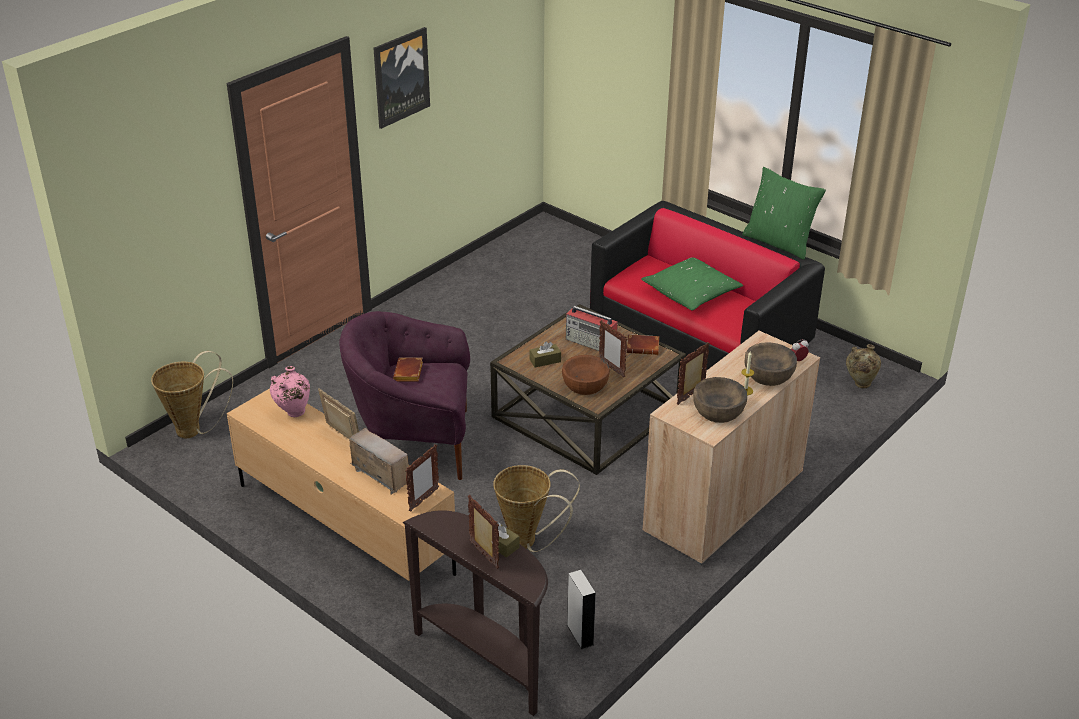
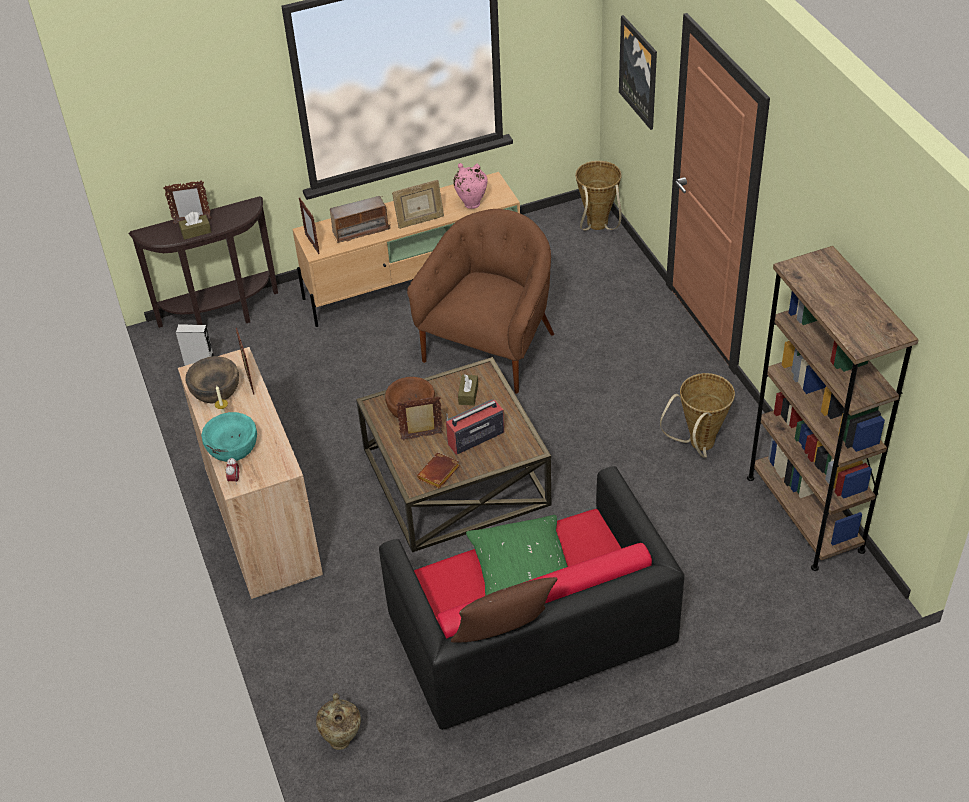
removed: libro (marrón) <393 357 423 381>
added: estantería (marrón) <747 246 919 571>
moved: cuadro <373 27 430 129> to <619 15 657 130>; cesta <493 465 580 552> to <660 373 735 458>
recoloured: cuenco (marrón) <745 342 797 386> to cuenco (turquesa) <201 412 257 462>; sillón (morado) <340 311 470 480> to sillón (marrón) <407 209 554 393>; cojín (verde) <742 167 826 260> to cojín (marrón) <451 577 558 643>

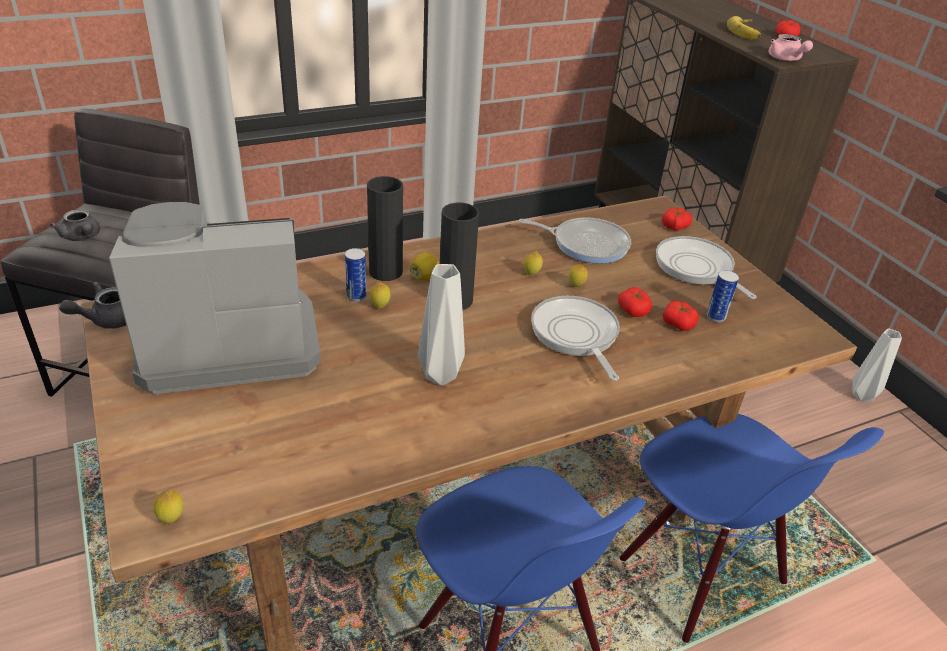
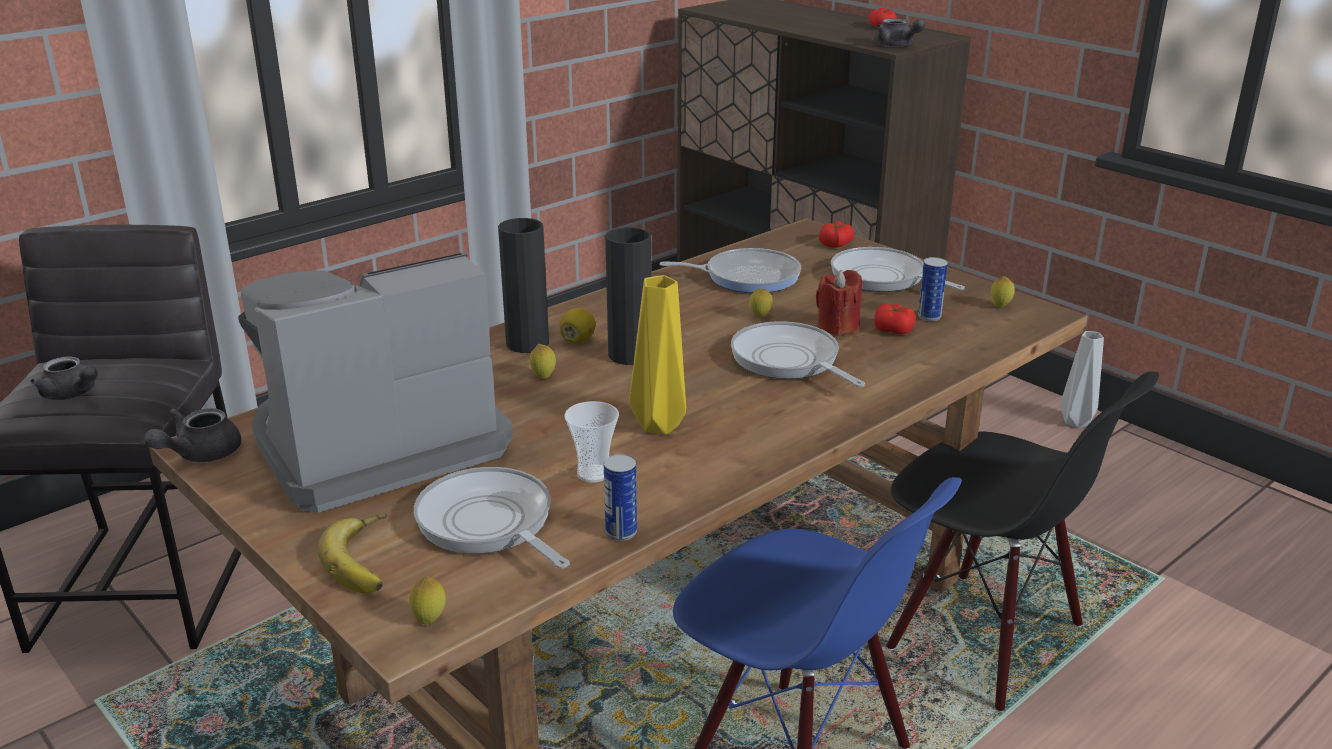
added: sartén <414 467 570 569>; taza <564 401 619 483>
moved: plátano <727 16 761 40> to <318 514 387 594>; lata <345 248 367 302> to <604 454 637 541>; limón <524 251 543 275> to <991 276 1015 307>
replaced: tomate <618 287 652 317> to vela (rojo) <816 270 862 336>
recoloured: florero (gris) <418 264 465 385> to florero (amarillo) <629 275 686 435>; tetera (rosa) <768 34 813 61> to tetera (gris) <874 19 926 47>; silla (azul) <619 414 884 643> to silla (negro) <886 372 1159 712>

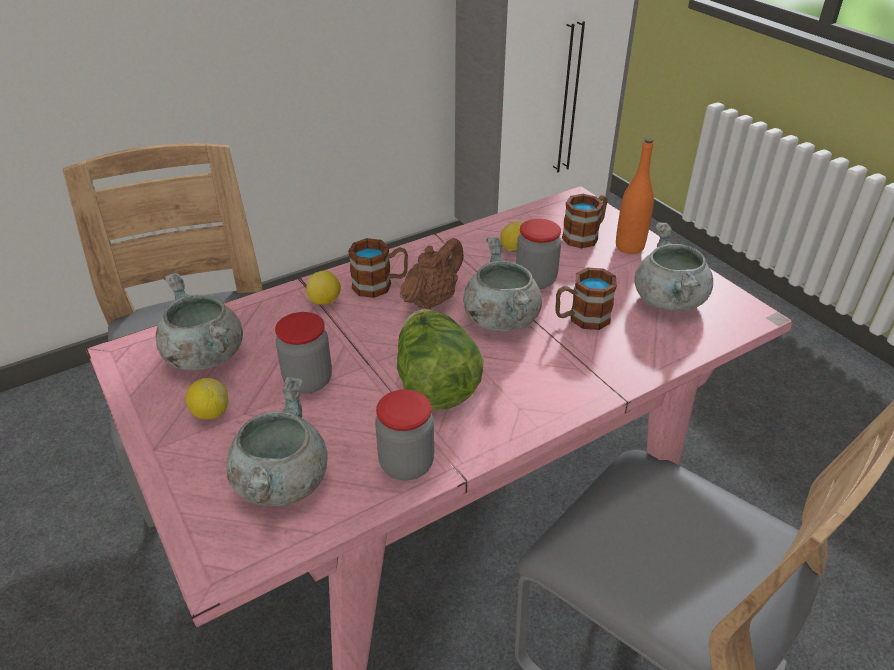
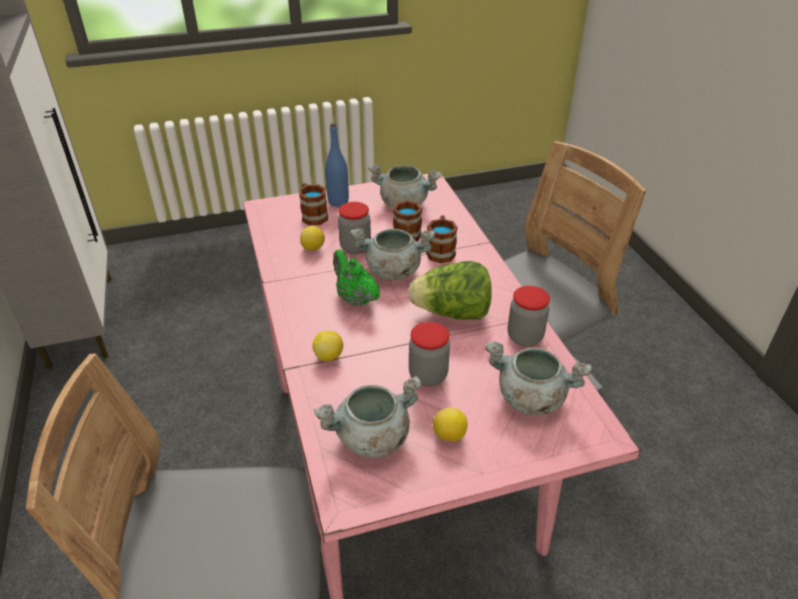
moved: taza grande <348 238 408 298> to <426 215 458 263>
recoloured: botella (naranja) <616 138 654 254> to botella (azul) <325 123 349 207>; tetera (marrón) <400 238 464 309> to tetera (verde) <333 249 380 306>

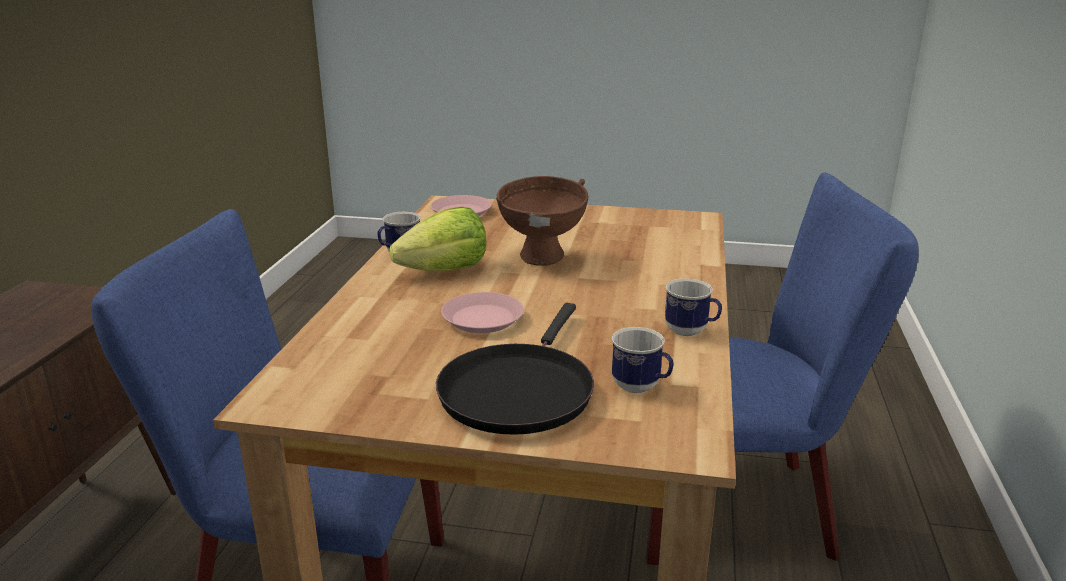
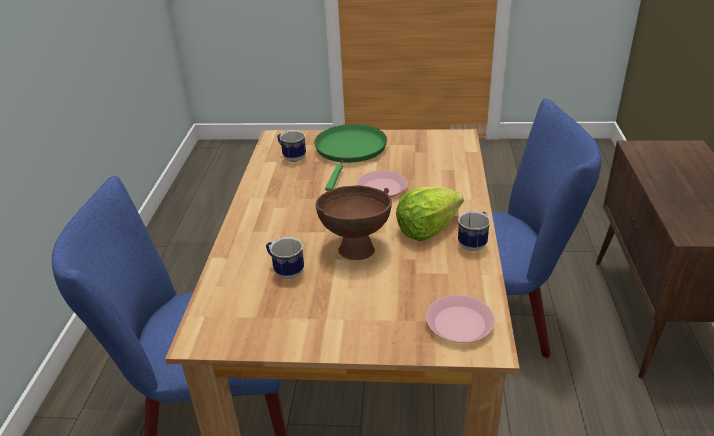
moved: taza grande <665 278 722 336> to <266 237 304 279>
recoloured: sartén (negro) <436 303 594 435> to sartén (verde) <314 124 387 191>

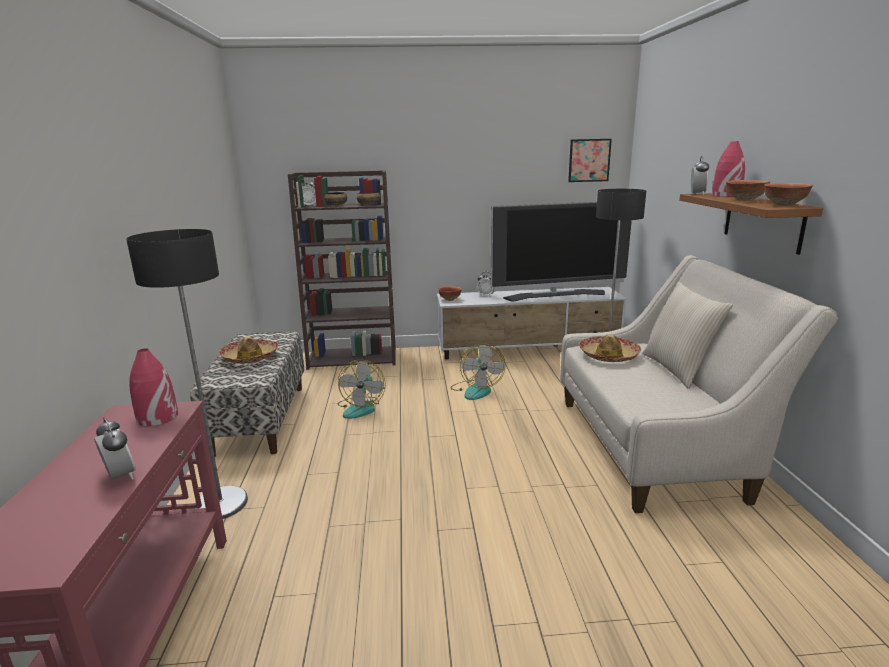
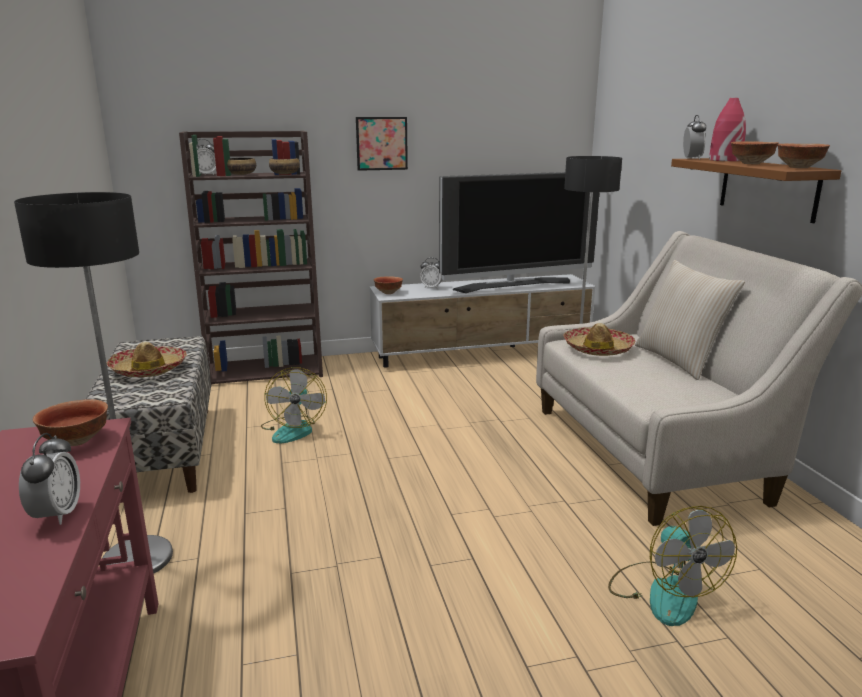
moved: cuadro <568 139 612 182> to <356 117 408 171>; ventilador <450 344 505 400> to <608 506 737 626>
replaced: florero (rojo) <129 349 178 426> to cuenco <33 399 108 446>
turned: despertador <94 417 136 480> = <19 433 80 525> 45 degrees clockwise

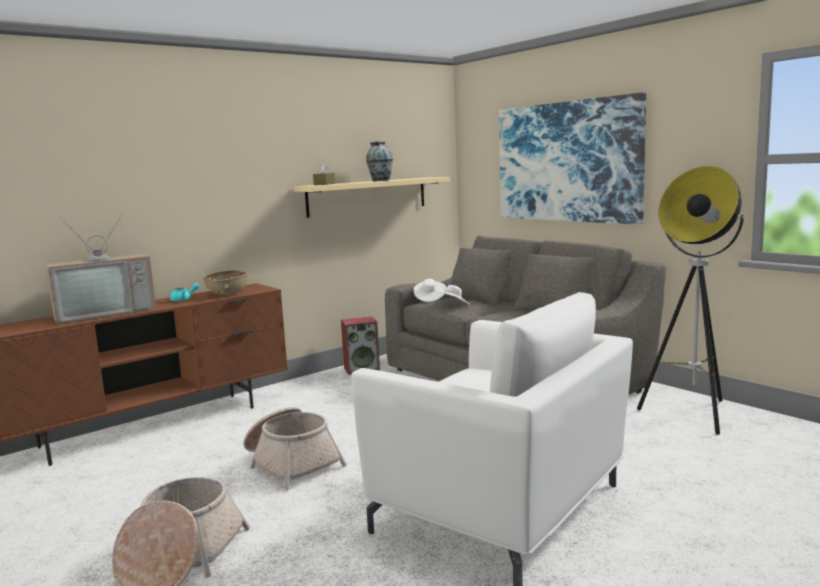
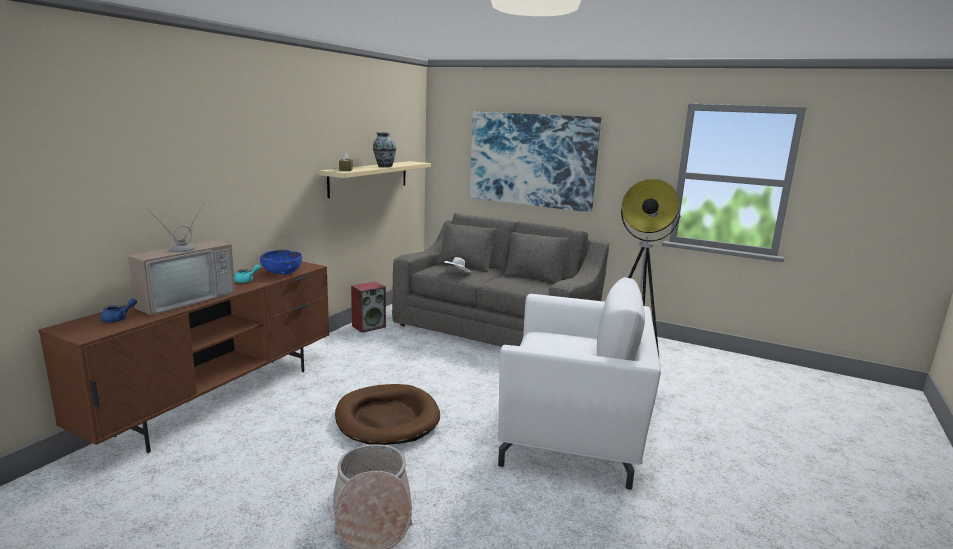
removed: sombrero (blanco) <413 279 446 302>
added: tetera (azul) <100 298 137 322>
replaced: cesta <243 407 347 490> to cama para perro (marrón) <335 384 440 445>
recoloured: cuenco (marrón) <203 270 248 295> to cuenco (azul) <260 250 302 275>

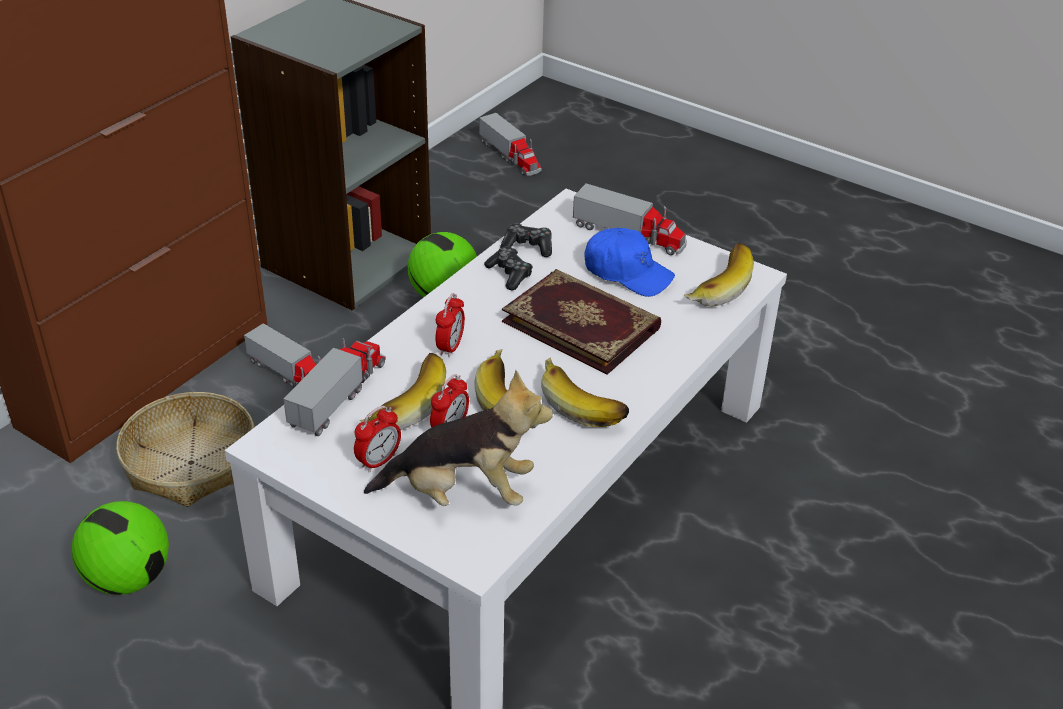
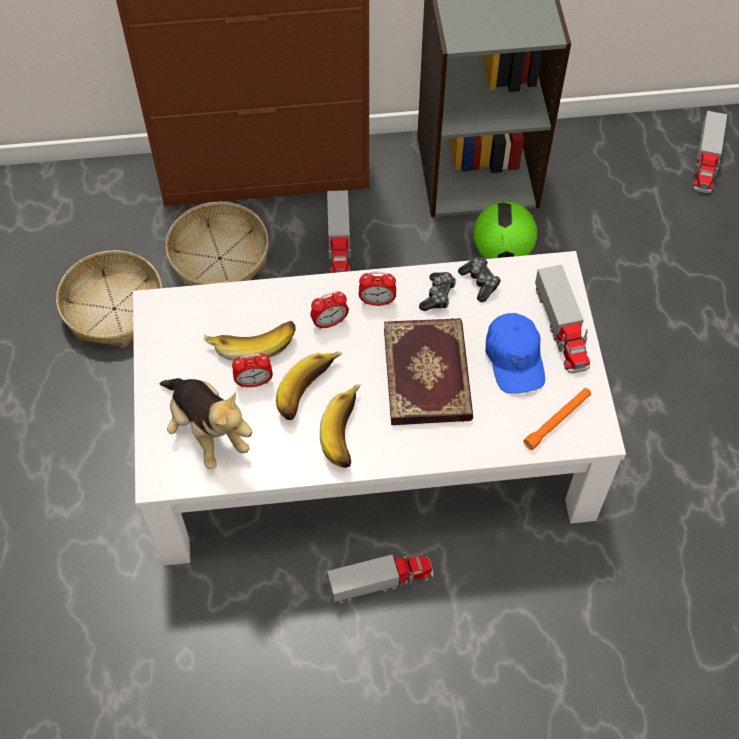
moved: camión de juguete <284 338 386 436> to <327 551 433 603>; despertador <354 406 401 473> to <359 272 396 306>
replaced: balón de fútbol <72 501 169 595> to cesta <56 250 162 347>; plátano <684 243 754 307> to linterna (naranja) <523 388 591 450>

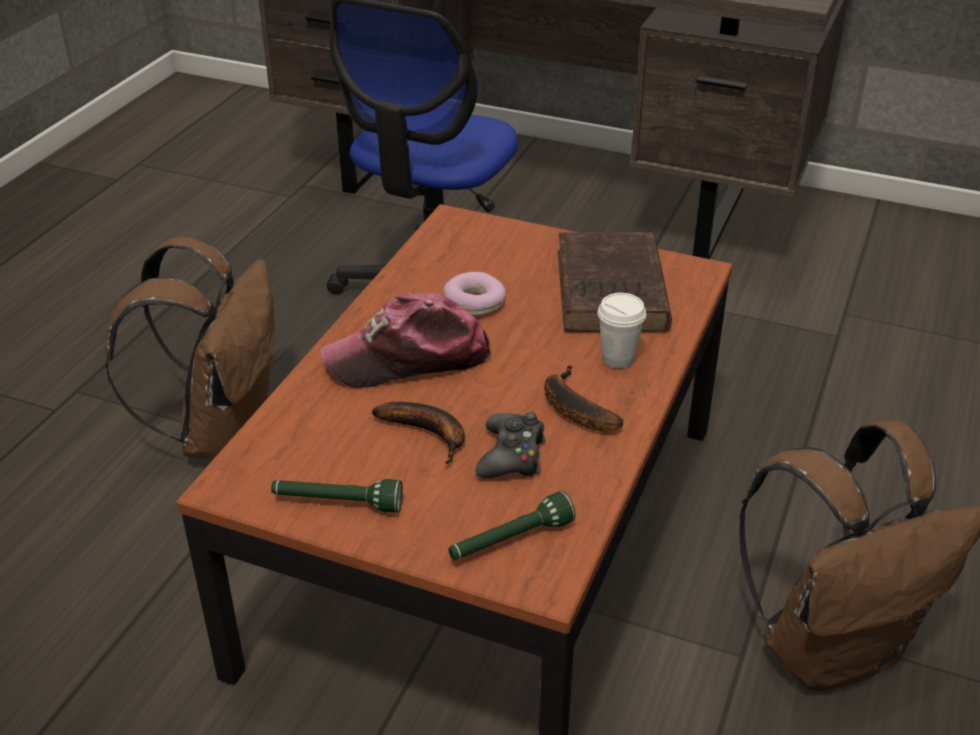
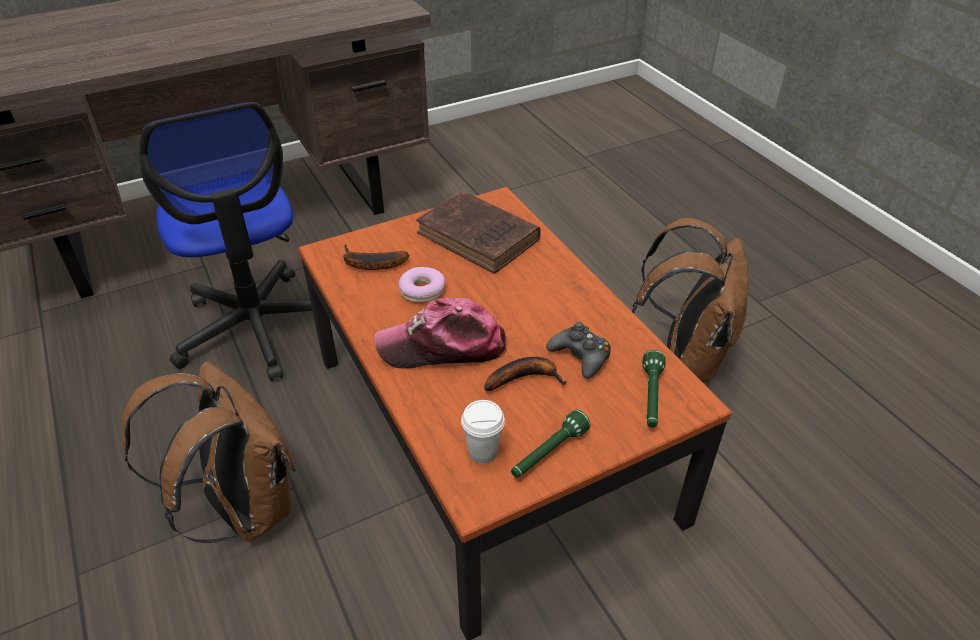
moved: plátano <544 365 623 432> to <343 244 409 270>; taza (blanco) <598 293 646 368> to <461 400 505 464>
turned: gorra <320 293 491 388> = <374 298 507 369> 60 degrees clockwise

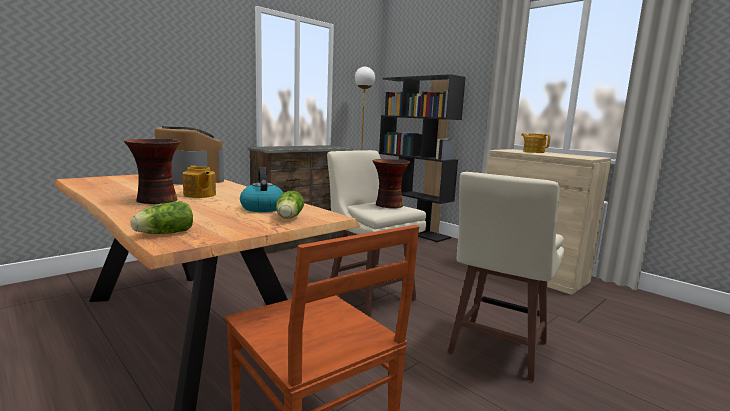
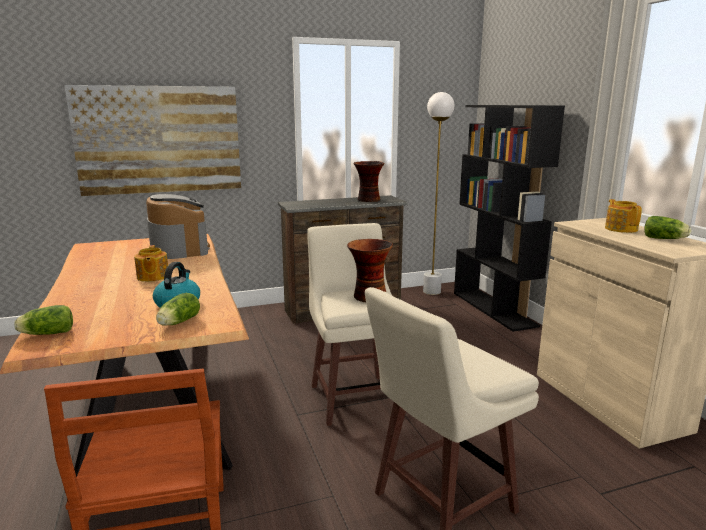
added: cuadro <64 85 241 196>; lechuga <644 216 691 239>
moved: florero <124 139 181 204> to <353 161 385 202>

